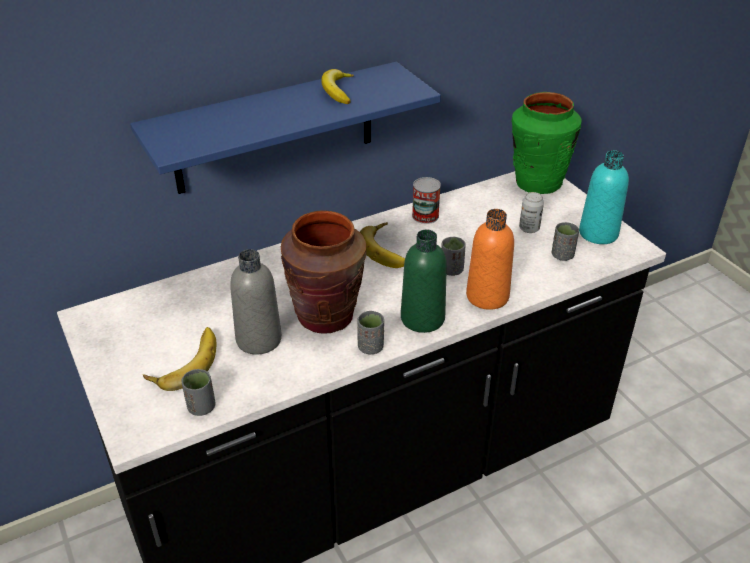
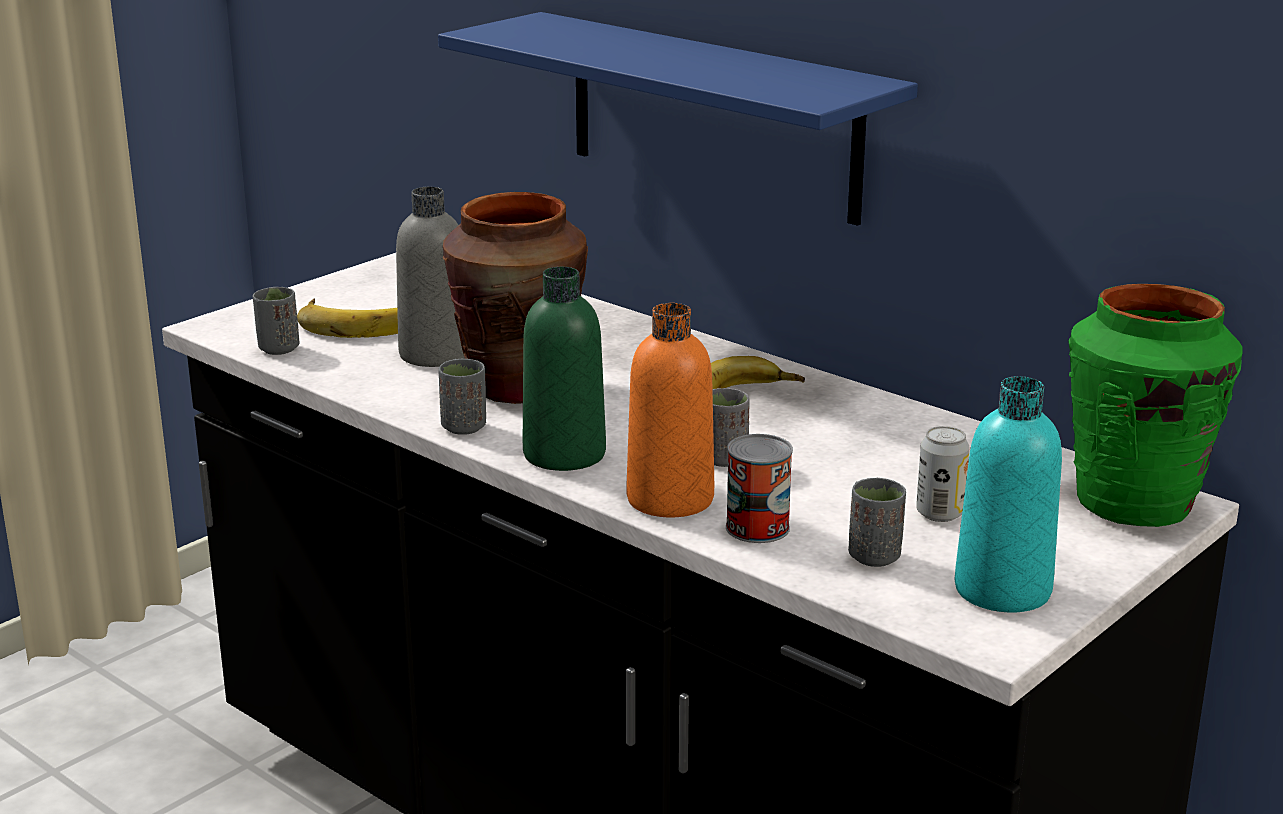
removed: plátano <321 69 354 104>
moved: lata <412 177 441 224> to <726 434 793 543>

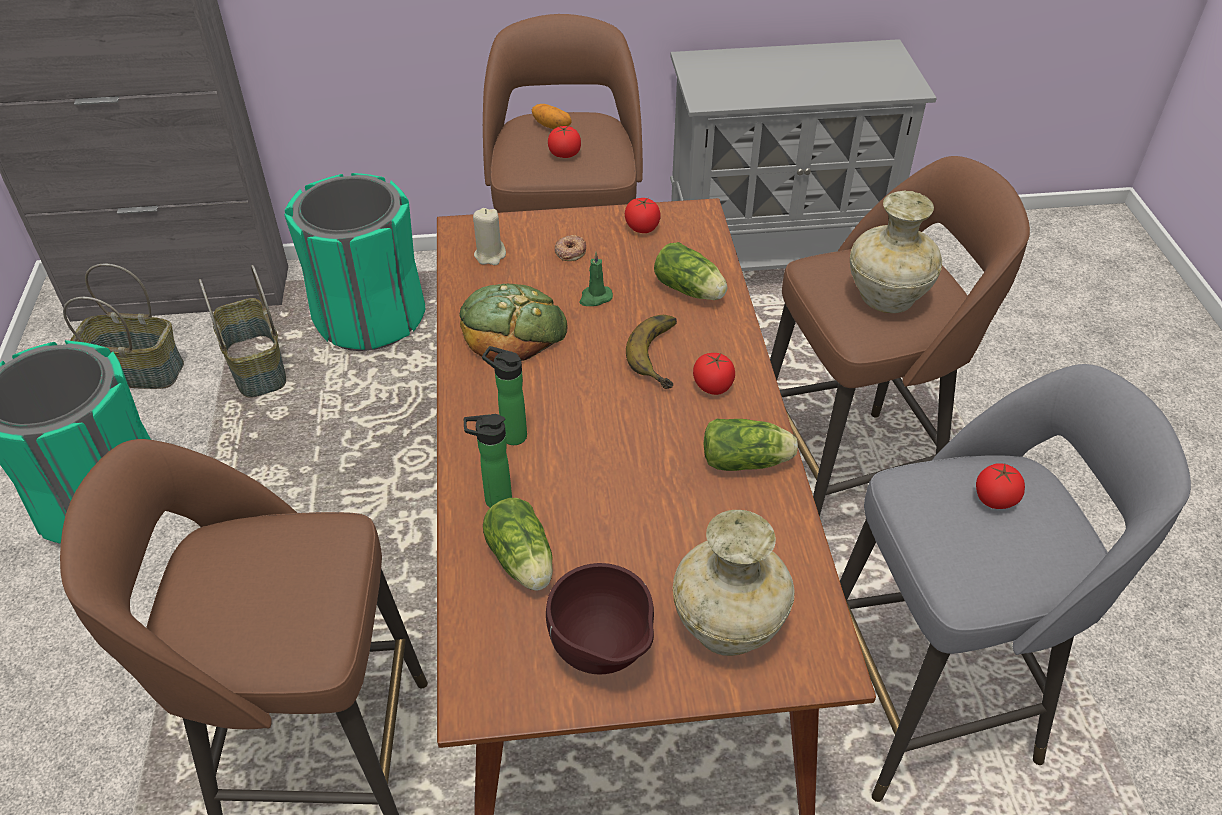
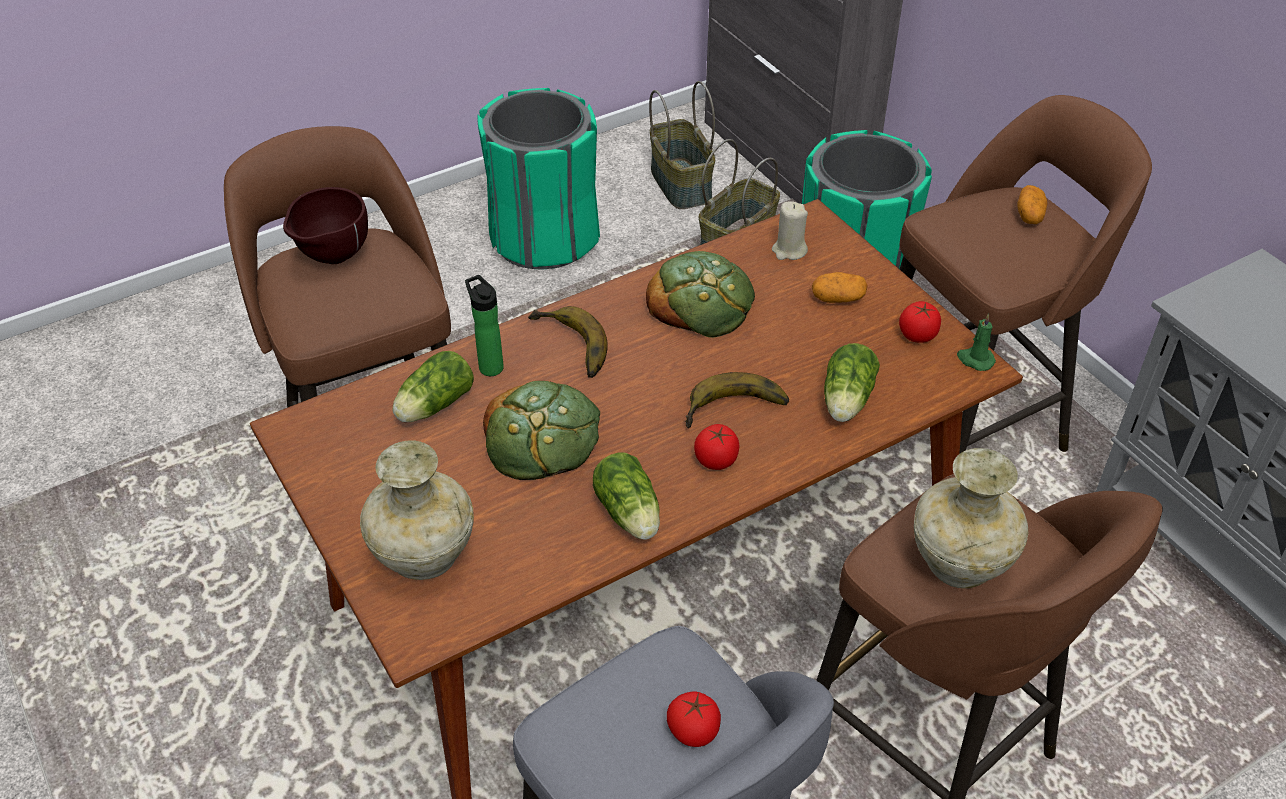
removed: tomate <548 126 581 158>
added: pan <483 381 600 480>
moved: cuenco (marrón) <546 563 654 674> to <283 187 368 264>; vela (verde) <579 252 613 306> to <957 314 996 371>
replaced: botella <482 346 527 445> to plátano <528 306 608 378>; rosquilla <555 235 586 261> to patata <812 272 867 303>

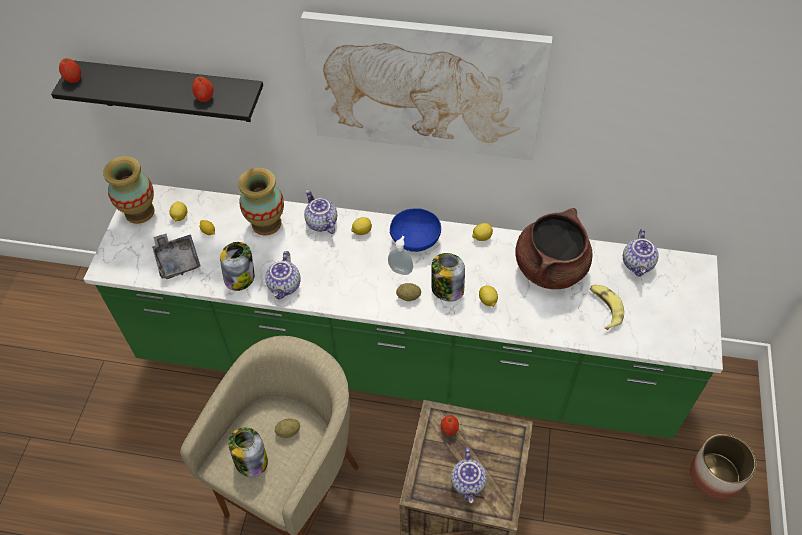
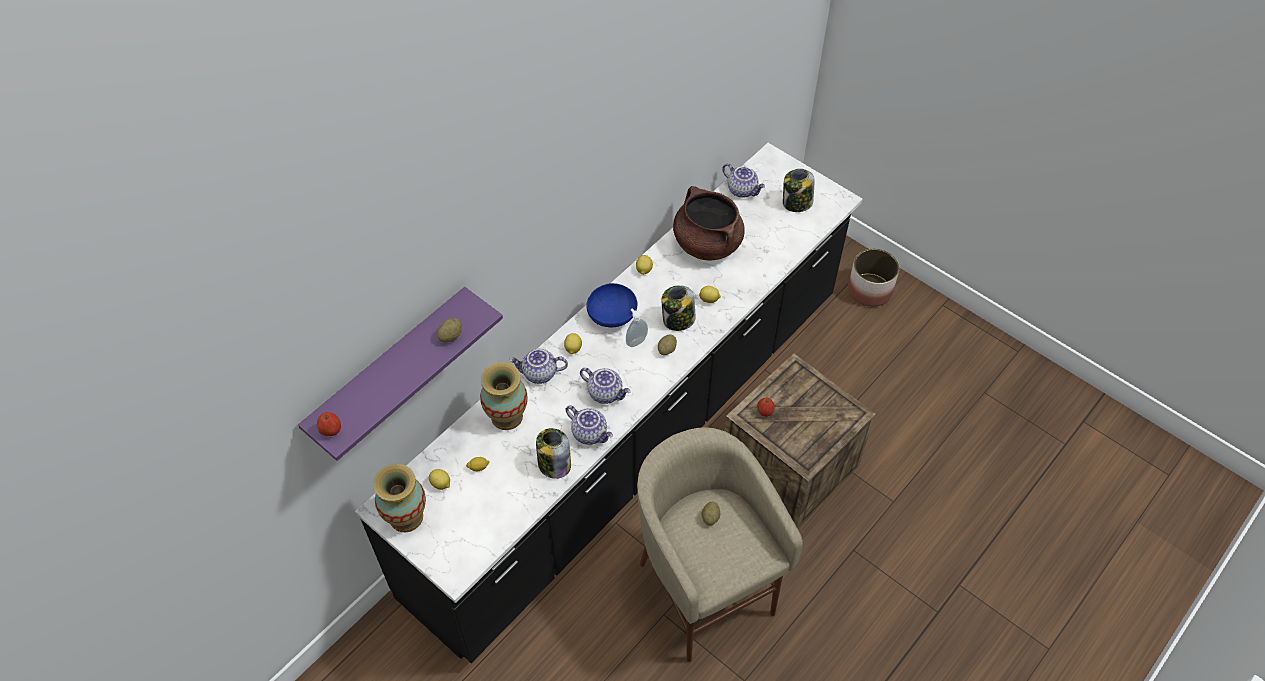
removed: bandeja (gris) <152 234 201 279>; cuadro <301 11 553 160>; plátano <590 285 624 330>
moved: tetera <451 447 487 503> to <580 368 631 404>; tarro <228 427 268 477> to <783 169 814 212>
replaced: manzana <192 77 213 102> to patata <437 318 462 342>
recoloured: estante (negro) <51 60 263 122> to estante (morado) <298 287 503 461>; mueble bajo de cocina (verde) <83 184 723 439> to mueble bajo de cocina (negro) <355 143 863 663>

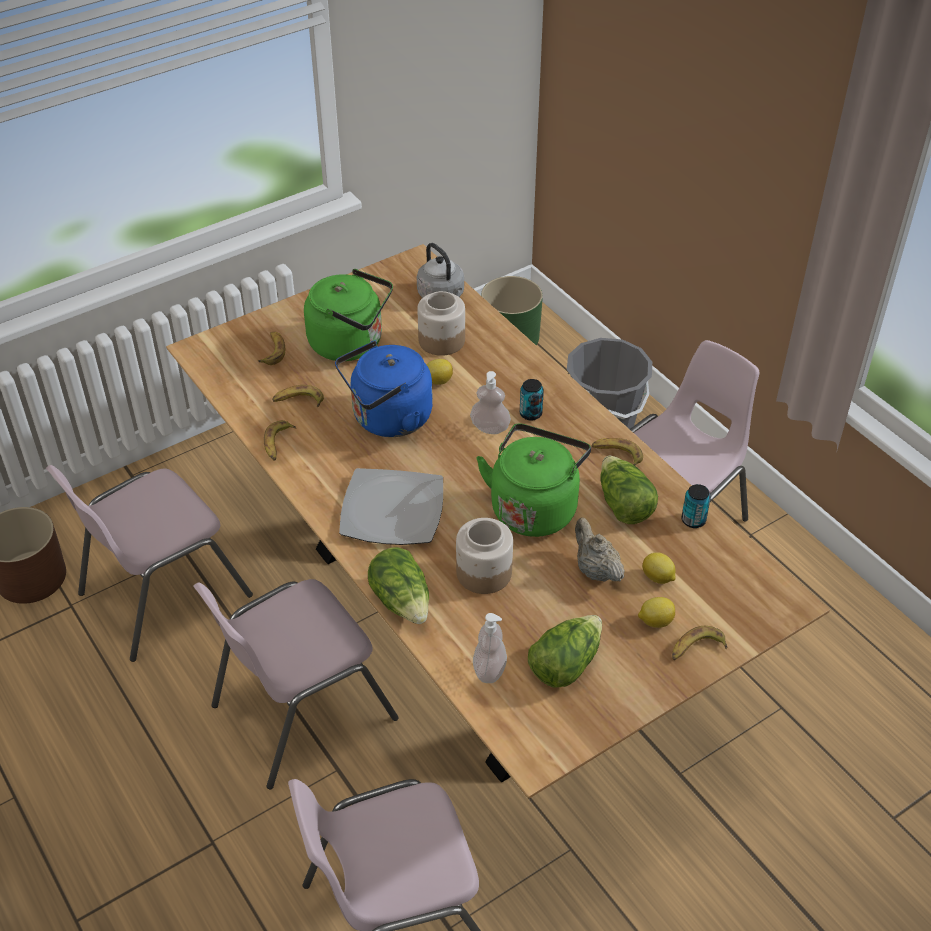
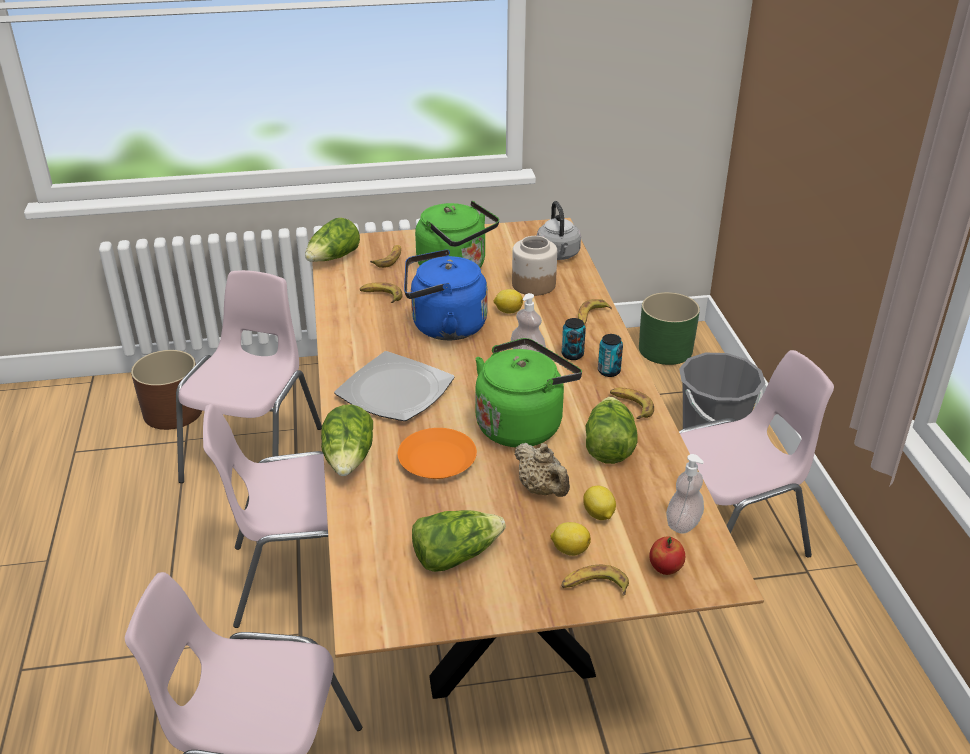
added: lechuga <305 218 360 262>; manzana <649 536 685 575>
moved: plátano <264 420 296 461> to <578 299 612 325>; lata <682 484 711 528> to <598 334 623 377>; dispensador de jabón <473 613 507 683> to <666 454 704 534>
replaced: tarro <456 518 513 594> to plato (naranja) <398 428 477 479>
turned: silla (rosa) <46 465 253 662> = <176 270 322 483> 120 degrees clockwise; tetera (beis) <575 518 625 582> = <514 443 570 497> 150 degrees clockwise

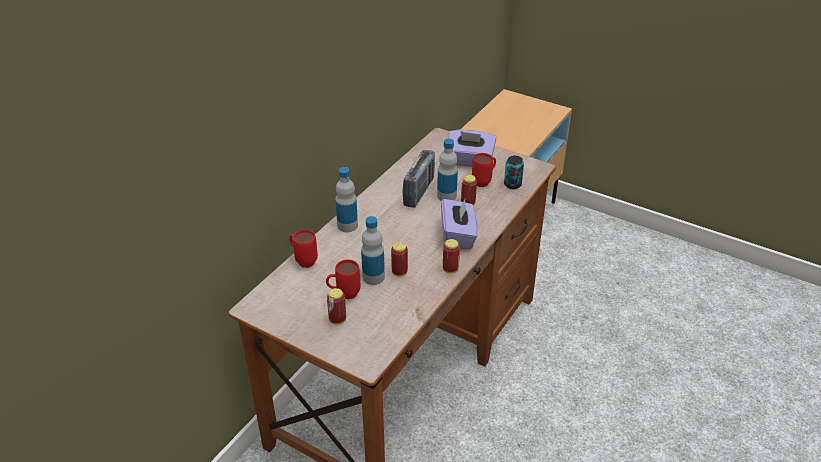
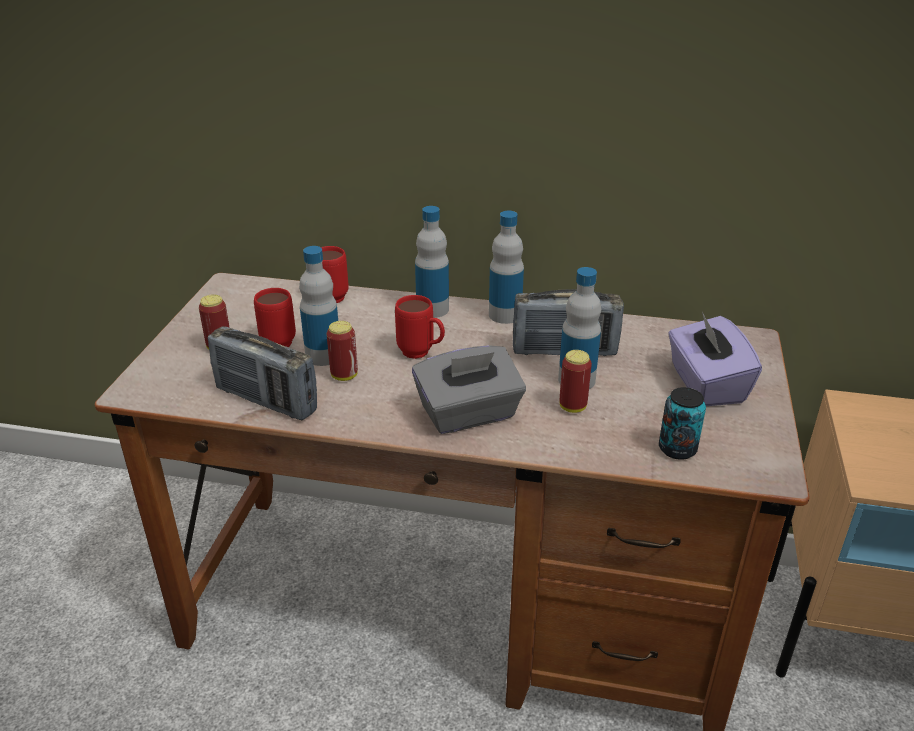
removed: lata <443 239 460 274>
added: radio <208 326 317 420>; botella <489 211 524 324>
moved: taza grande (rojo) <472 153 496 187> to <395 295 445 359>
recoloured: caja de pañuelos (morado) <441 197 478 249> to caja de pañuelos (gris) <412 345 526 434>

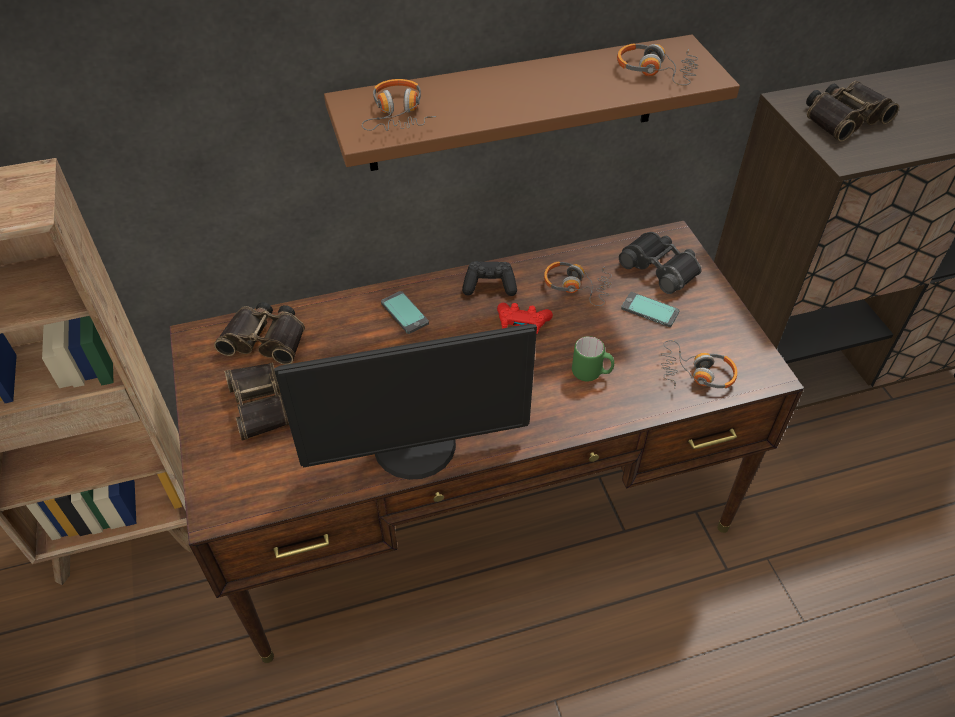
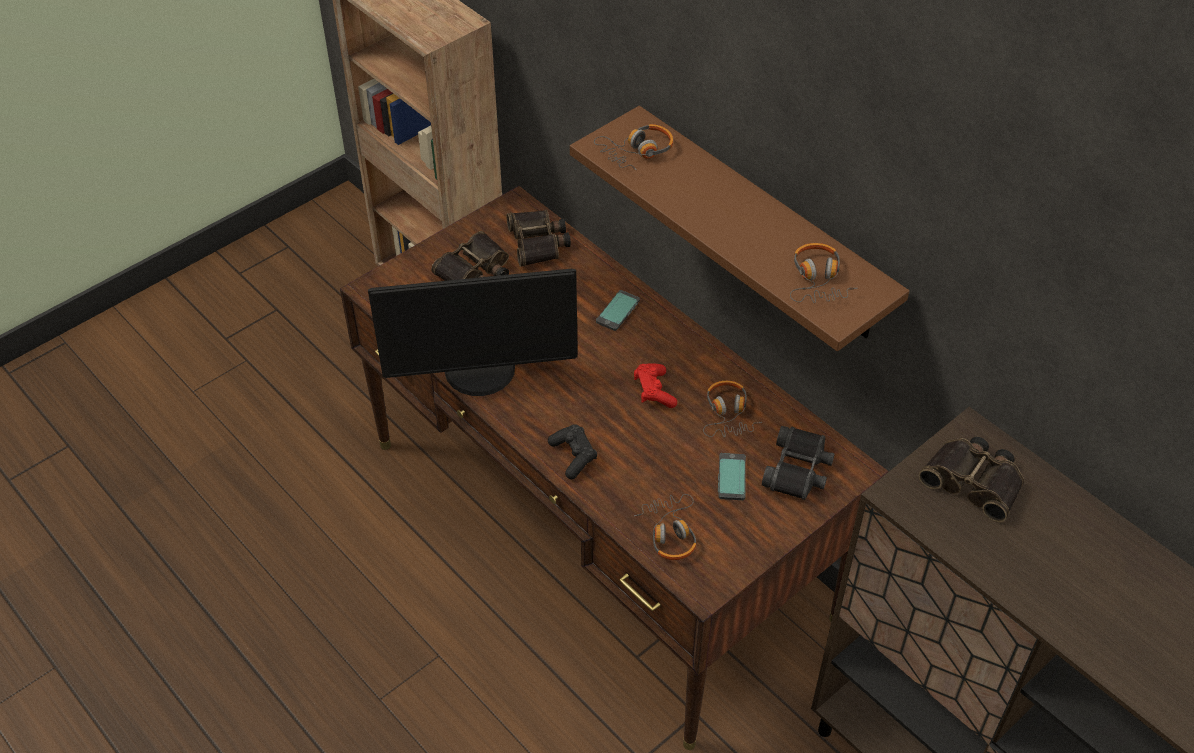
removed: taza grande (verde) <572 336 614 381>
moved: mando de consola (negro) <462 261 517 296> to <548 424 597 479>
turned: monitor <274 324 537 480> = <368 269 578 396> 60 degrees counterclockwise

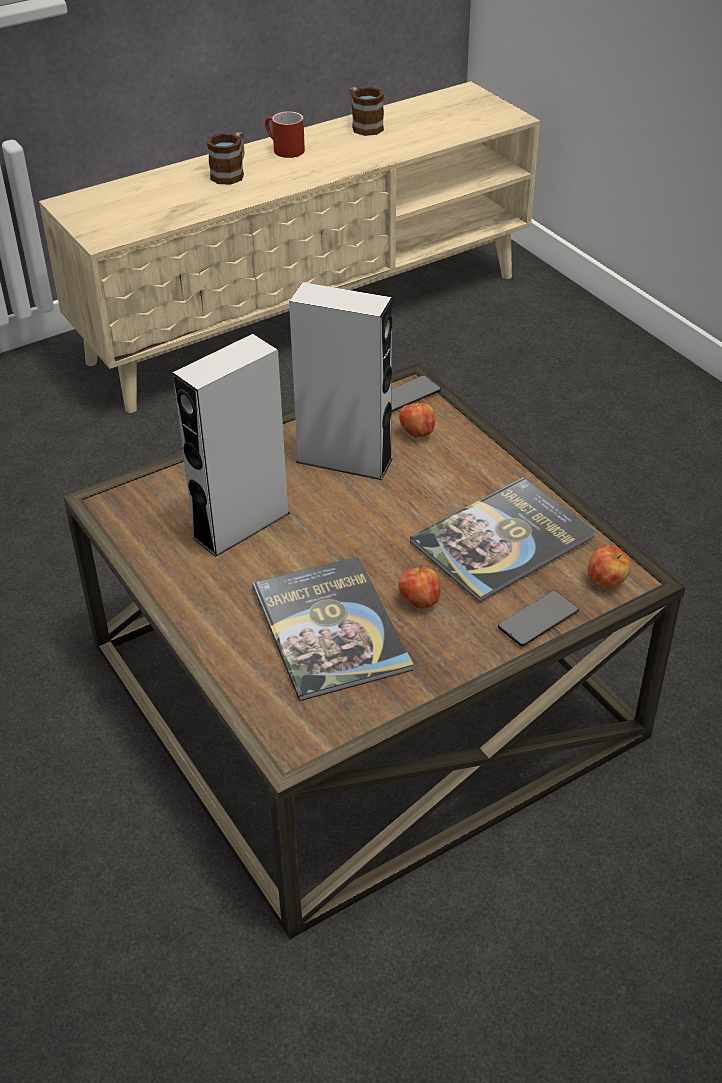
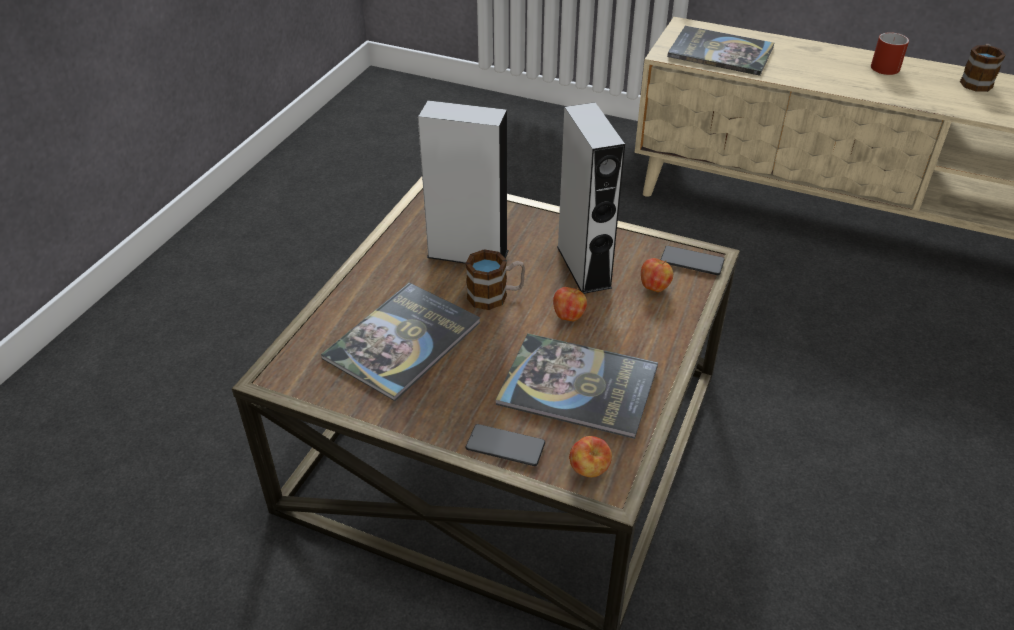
added: libro <667 26 774 76>
moved: taza grande <207 132 244 185> to <466 249 525 310>; manzana <398 565 441 609> to <553 287 587 321>

